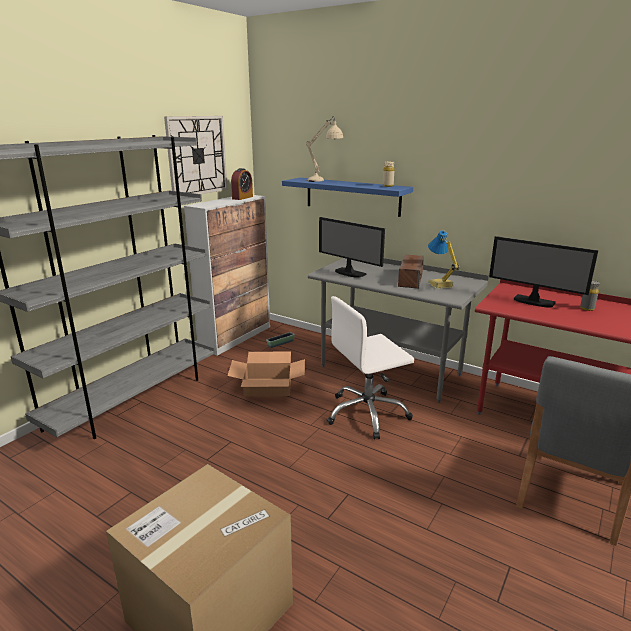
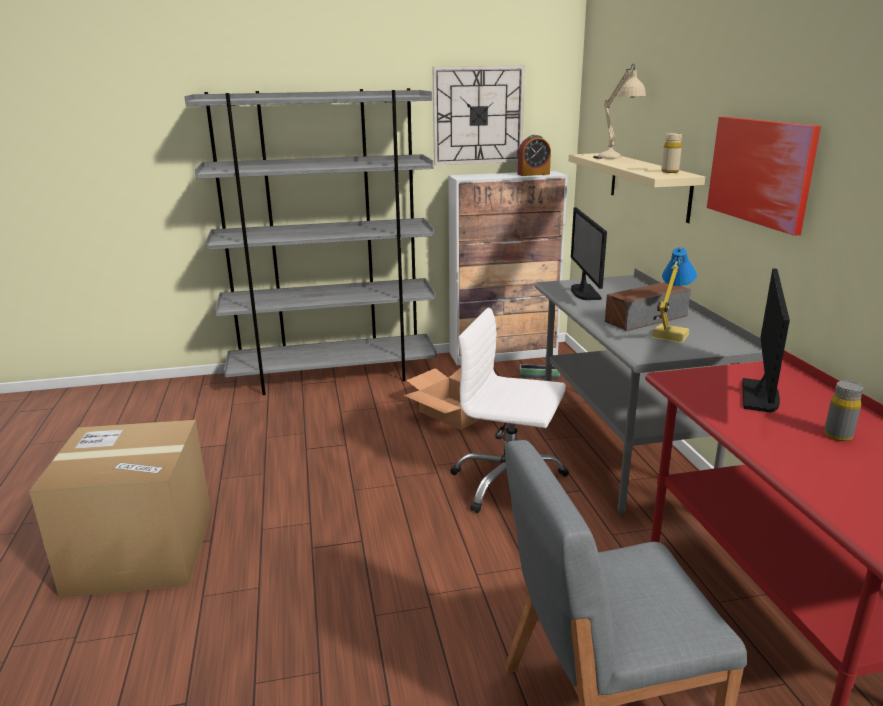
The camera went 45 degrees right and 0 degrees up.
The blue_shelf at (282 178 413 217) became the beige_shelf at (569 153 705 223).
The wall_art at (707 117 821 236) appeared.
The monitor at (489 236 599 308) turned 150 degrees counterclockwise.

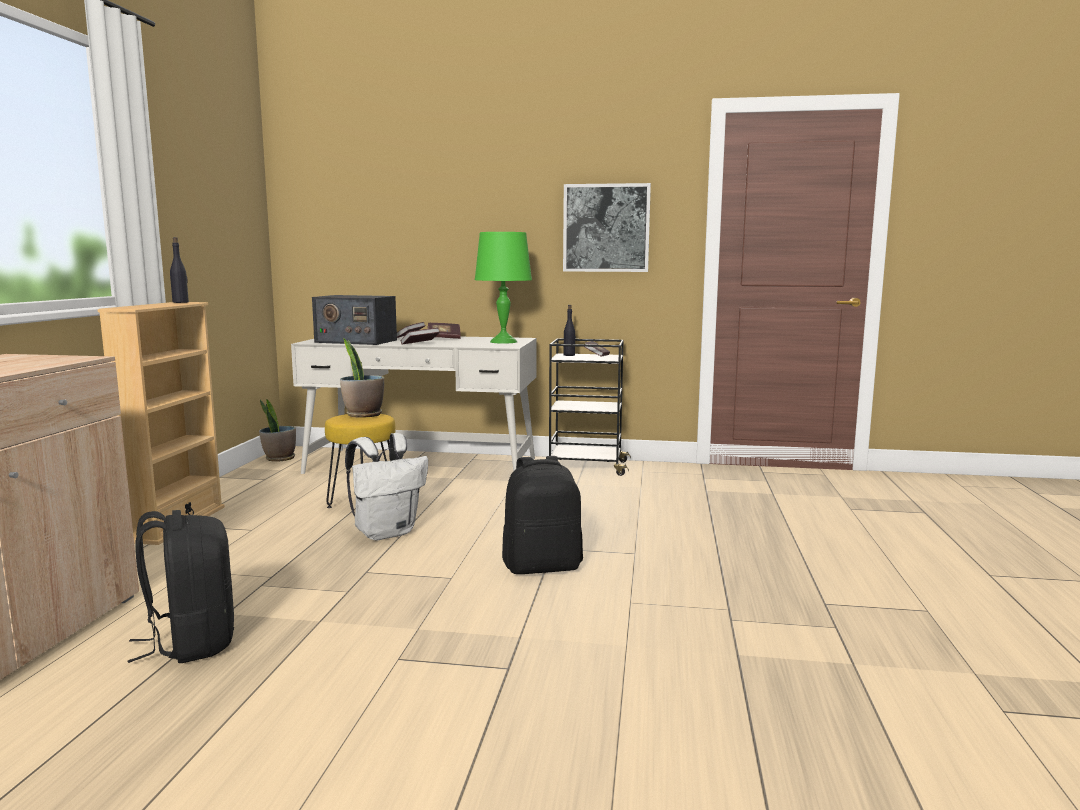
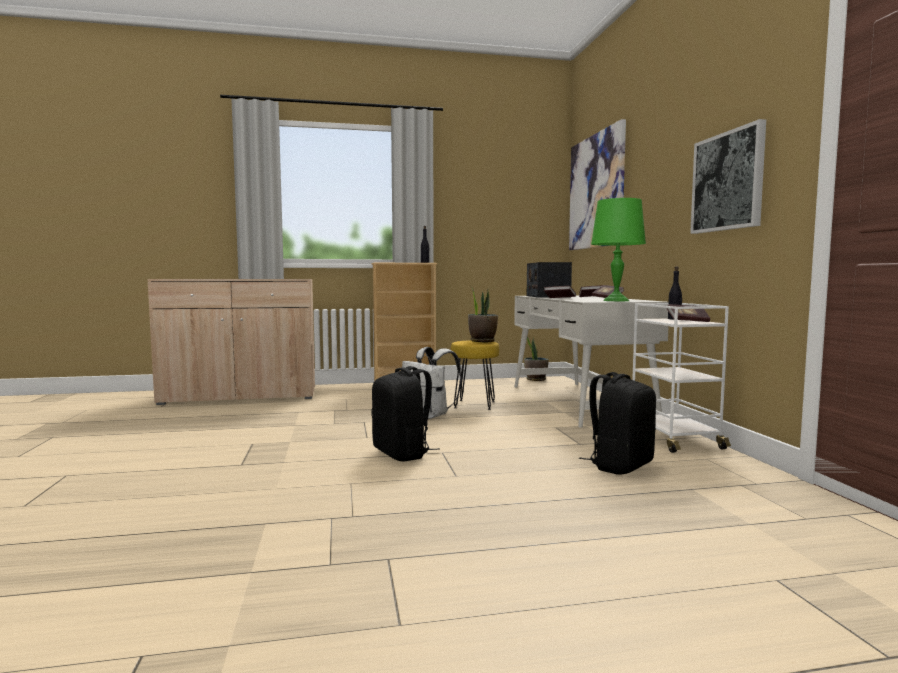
The camera went 70 degrees right and 5 degrees down.
The wall_art at (569 119 626 250) appeared.
The black-coloured_rucksack moved from (127 510 234 663) to (579 372 656 475).
The black-coloured_trolley at (549 338 631 476) became the whitish_trolley at (632 303 731 453).

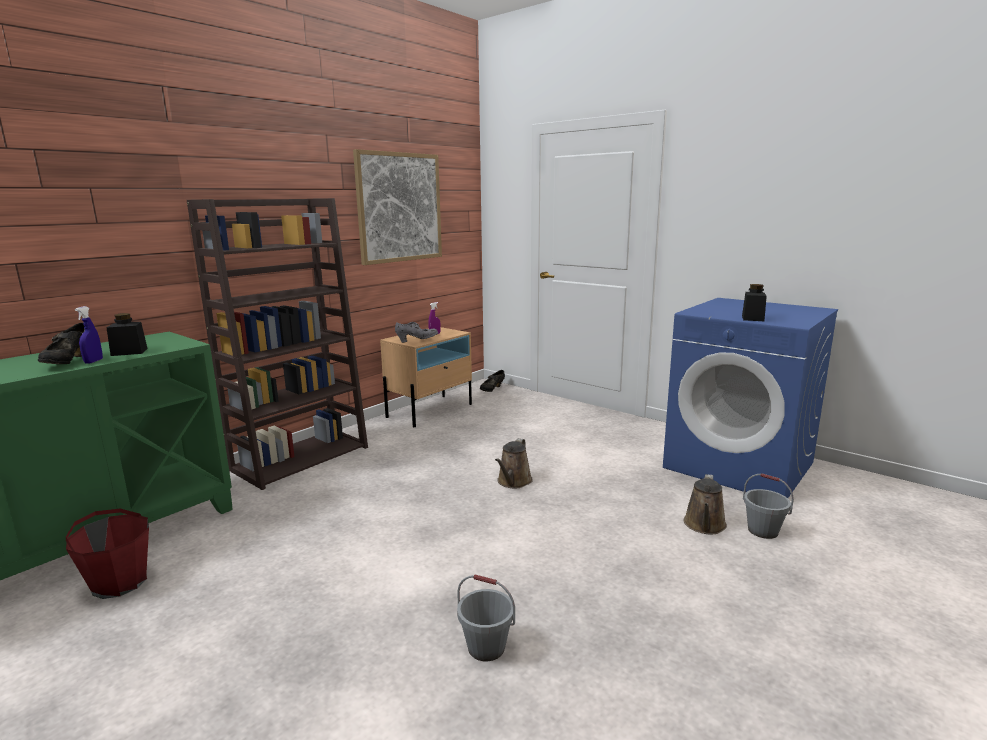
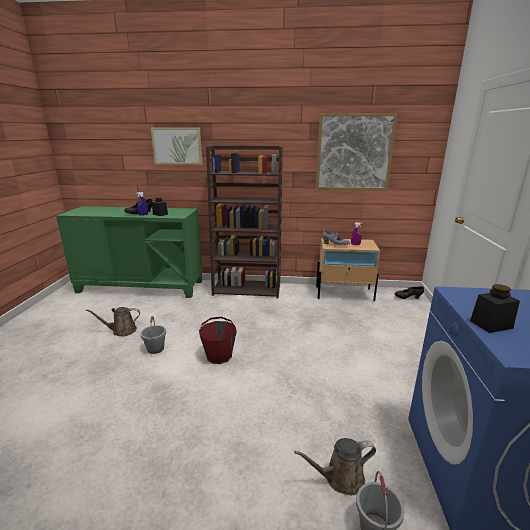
The camera went 55 degrees right and 5 degrees up.
The brownish_watering_pot moved from (495 439 533 488) to (86 307 140 336).
The gray_pail moved from (457 575 515 661) to (141 316 166 354).
The wall_art at (151 127 202 165) appeared.
The red_pail moved from (66 509 149 599) to (199 317 237 364).

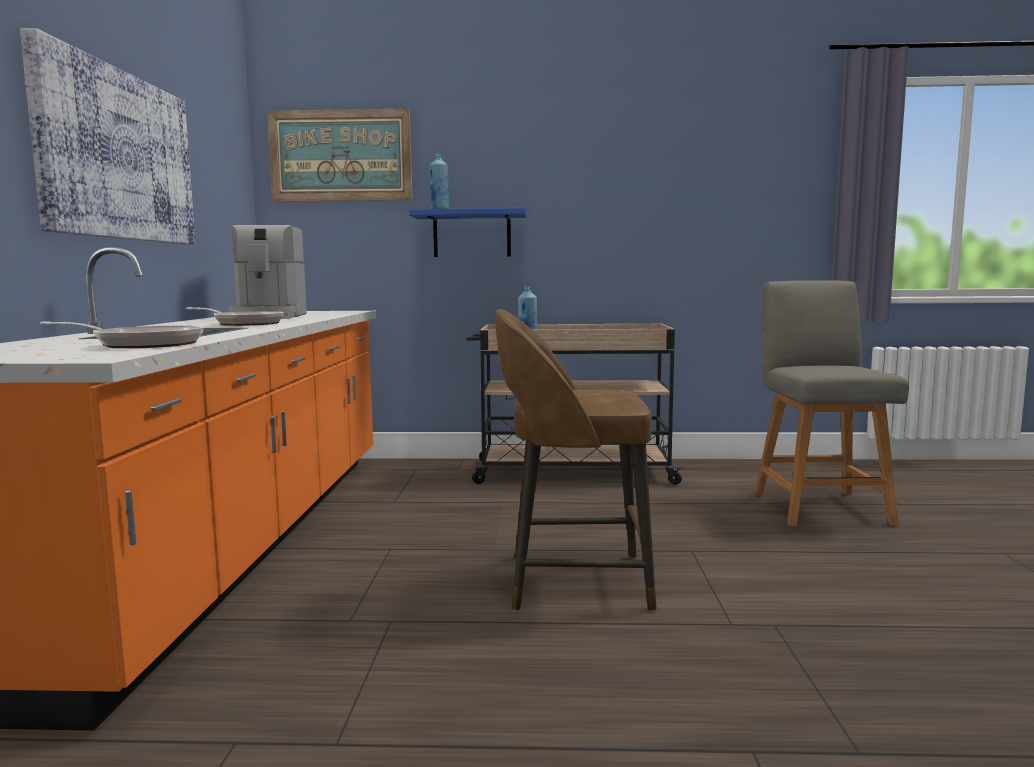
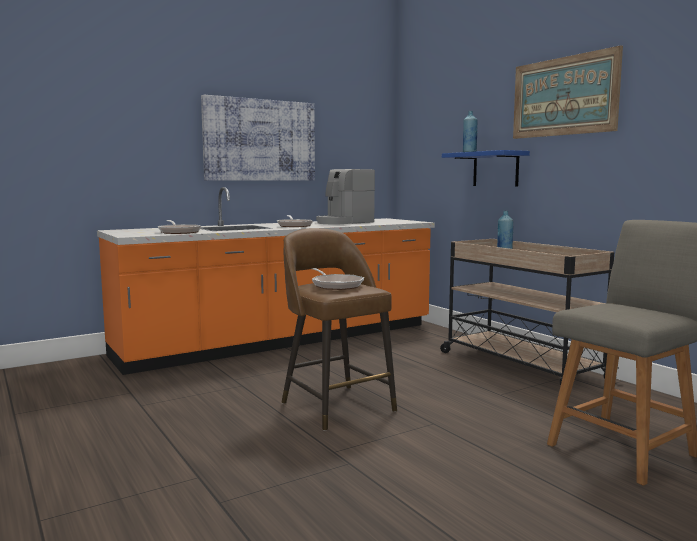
The camera went 55 degrees right and 0 degrees up.
The skillet at (312 268 364 290) appeared.
The wall_art moved from (267 108 412 202) to (513 45 623 139).

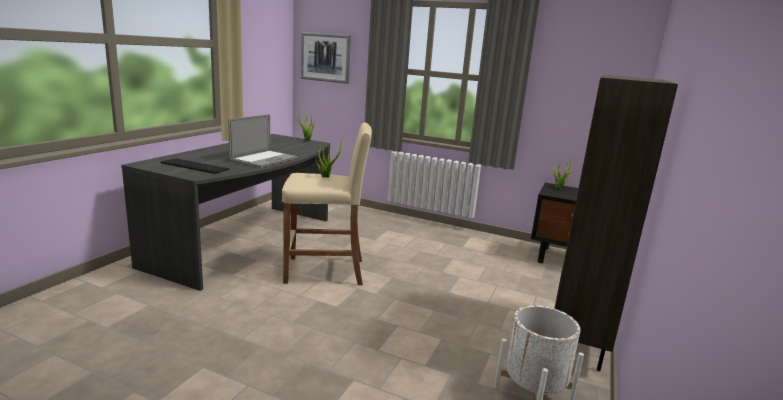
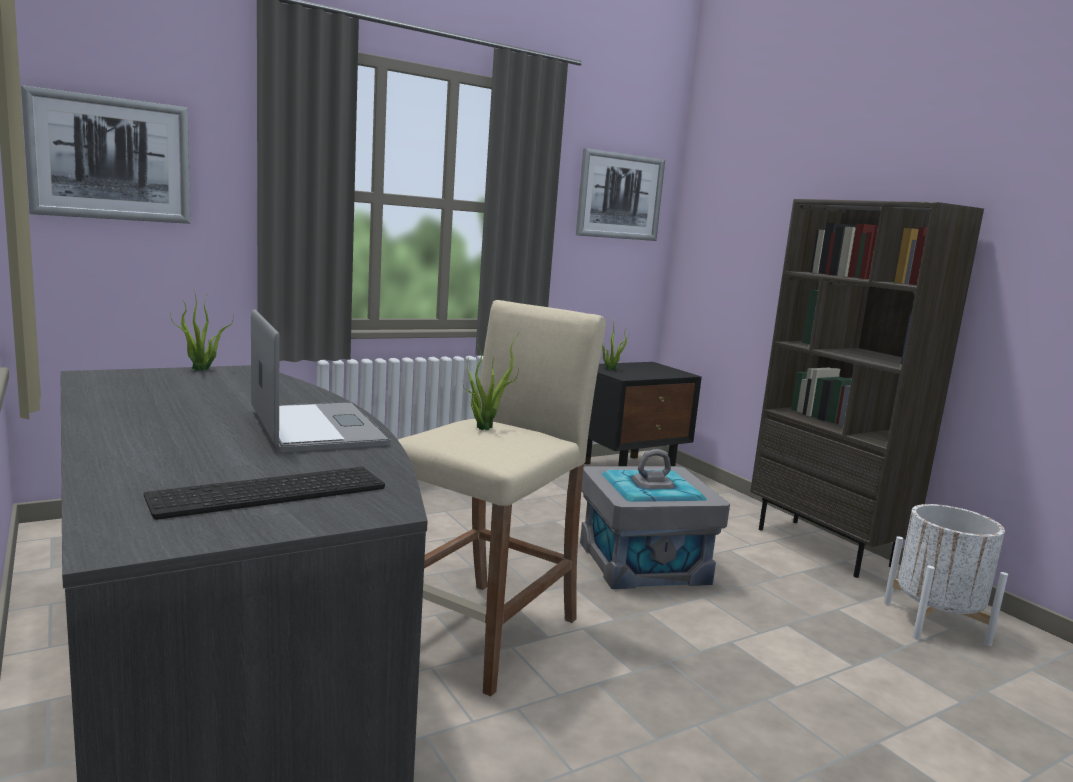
The camera went 55 degrees left and 5 degrees down.
The wall_art at (576 148 665 241) appeared.
The gray_storage_bin at (580 449 730 589) appeared.

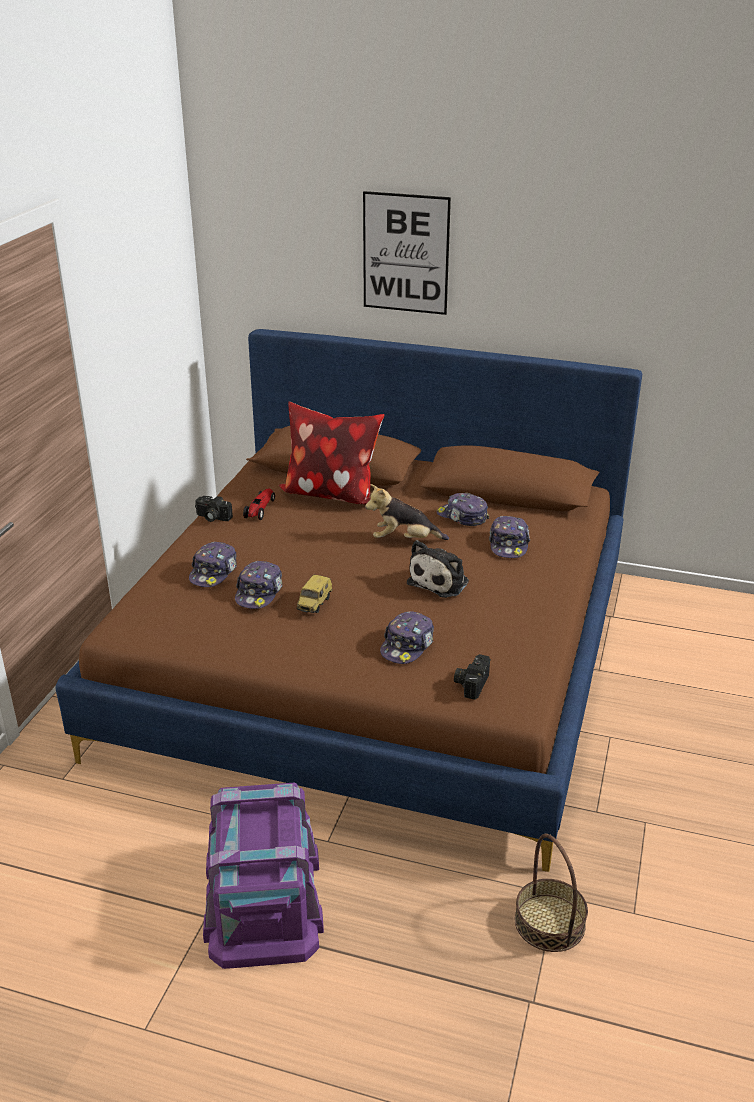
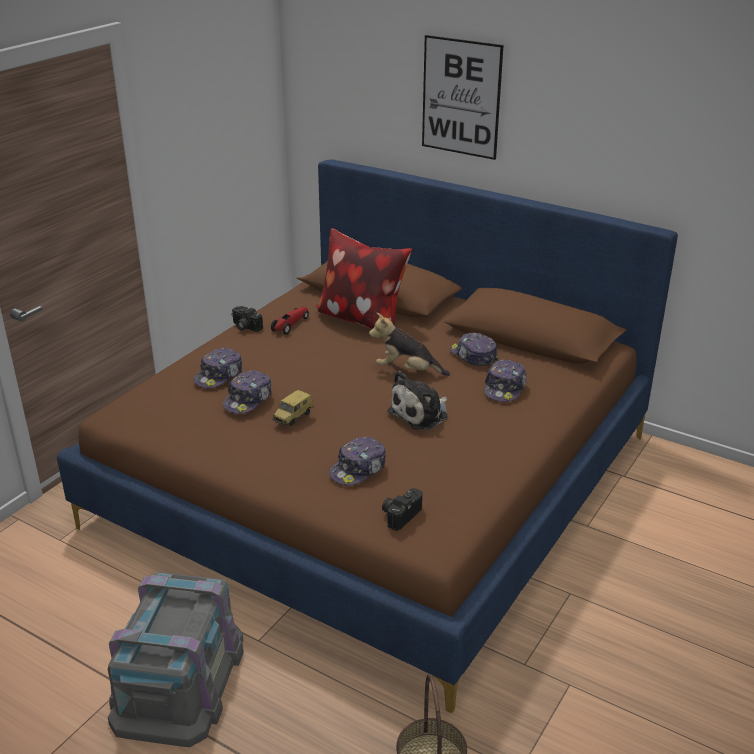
The camera went 15 degrees right and 0 degrees up.
The purplish_storage_bin at (203 783 324 969) became the gray_storage_bin at (108 572 244 747).

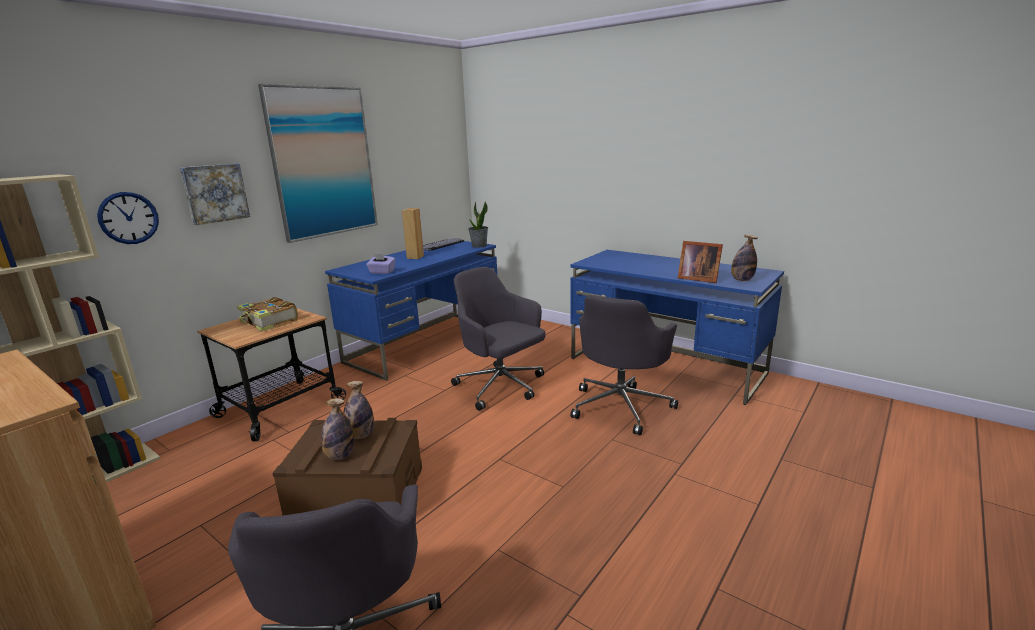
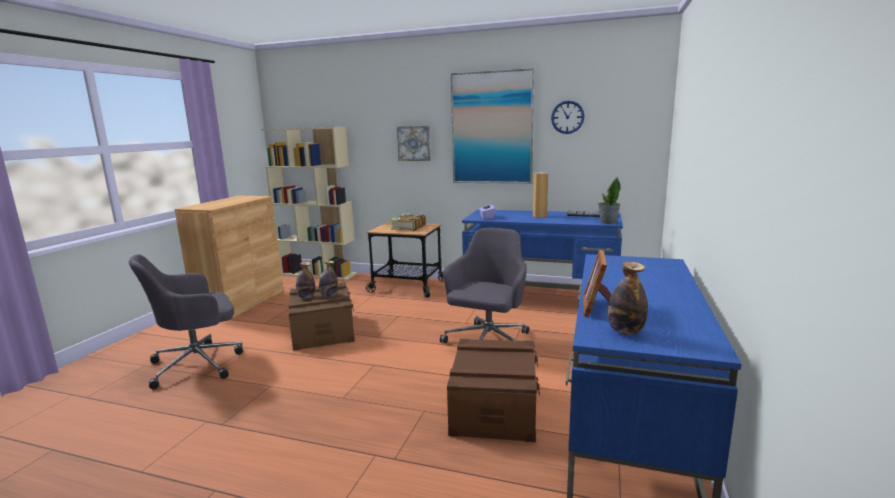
The camera went 70 degrees right and 5 degrees down.
The gray_computer_chair at (570 295 678 435) was replaced by the brownish_storage_bin at (447 339 540 442).
The clock_on_the_wall moved from (97 192 159 244) to (551 101 584 134).

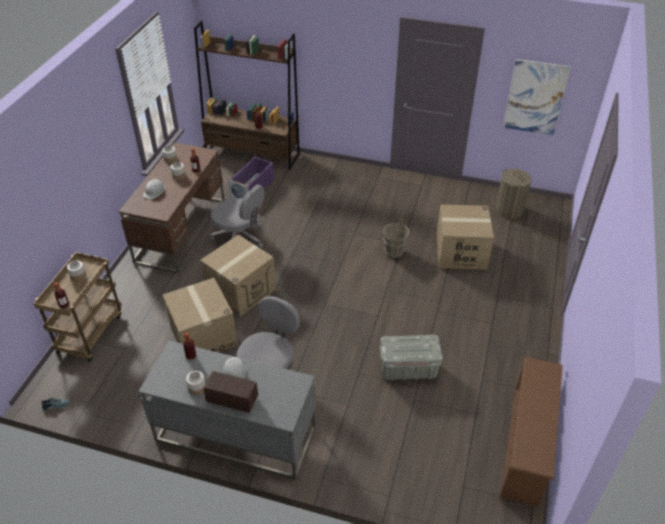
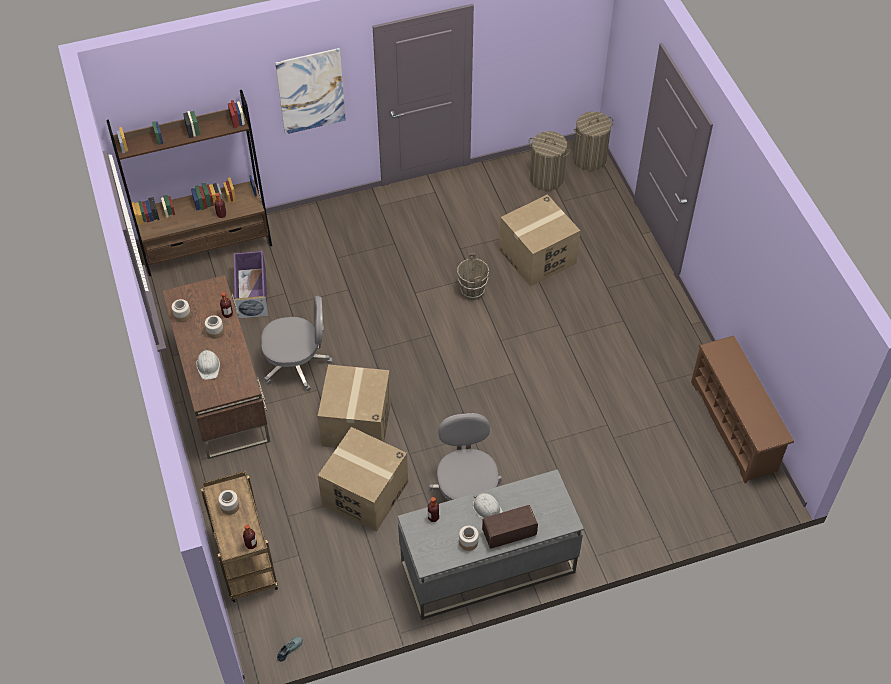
The camera went 35 degrees left and 10 degrees up.
The wall_art moved from (503 59 571 135) to (275 48 346 135).
The laundry_basket at (573 111 613 171) appeared.
The gray_storage_bin at (380 335 443 381) disappeared.

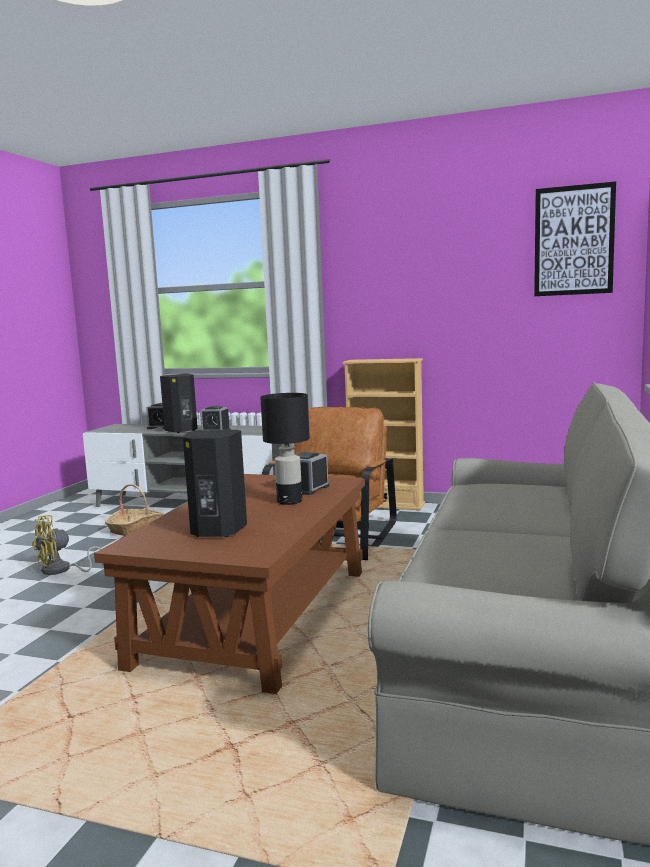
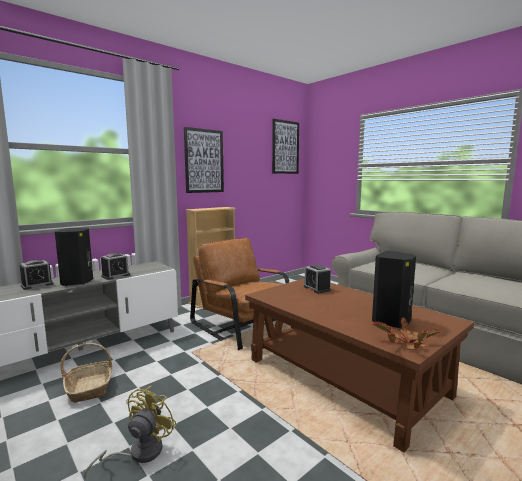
The camera went 60 degrees left and 0 degrees up.
The yellow-coloured_cooling_fan at (32 515 102 575) turned 150 degrees counterclockwise.
The wall_art at (184 127 224 193) appeared.
The houseplant at (372 317 440 350) appeared.
The black-coloured_lamp_for_a_table at (260 393 310 505) disappeared.

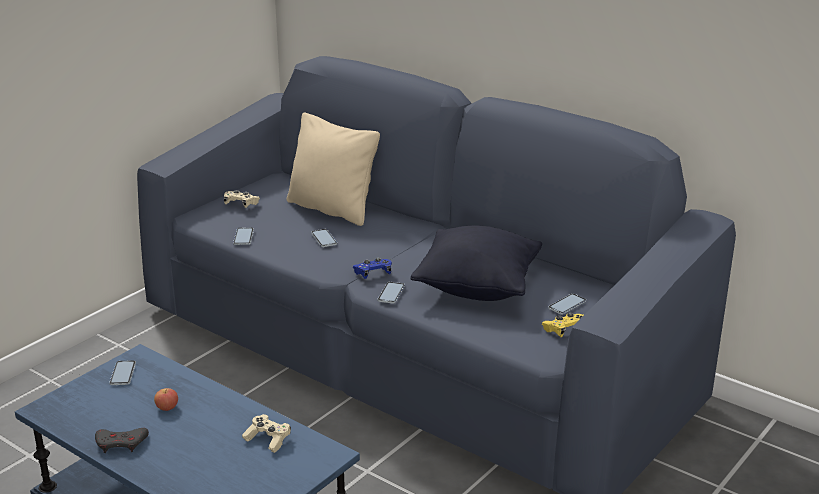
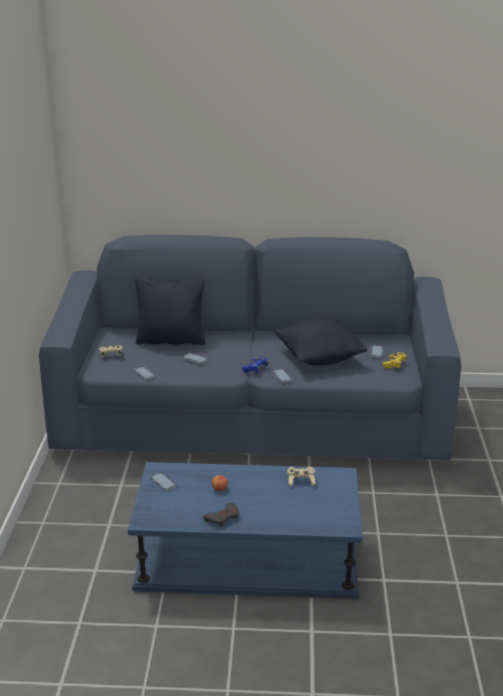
The camera went 35 degrees left and 0 degrees up.
The beige_throw_pillow at (287 113 380 226) became the black-coloured_throw_pillow at (135 278 205 345).

